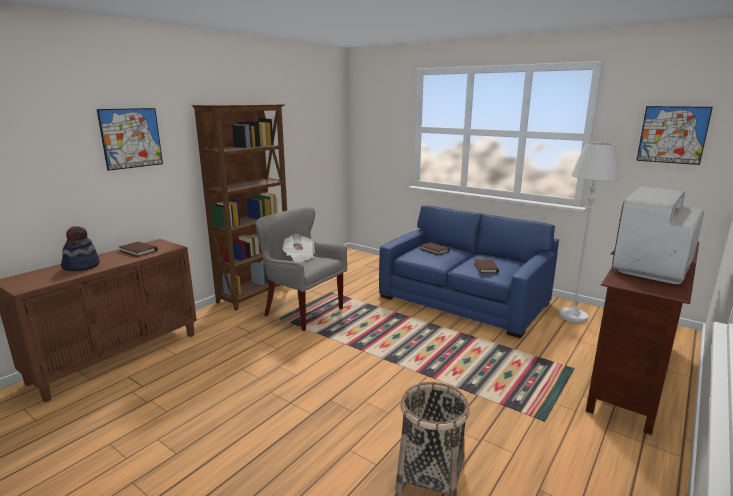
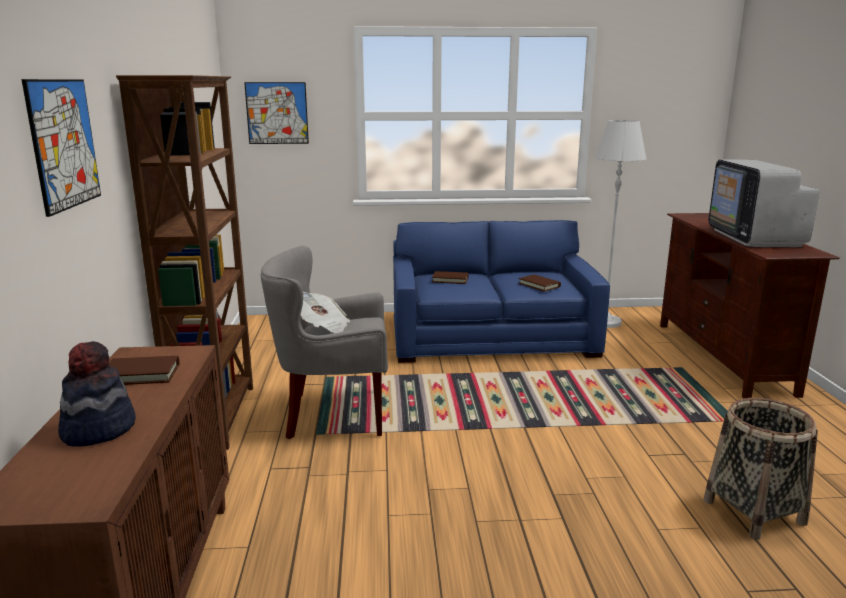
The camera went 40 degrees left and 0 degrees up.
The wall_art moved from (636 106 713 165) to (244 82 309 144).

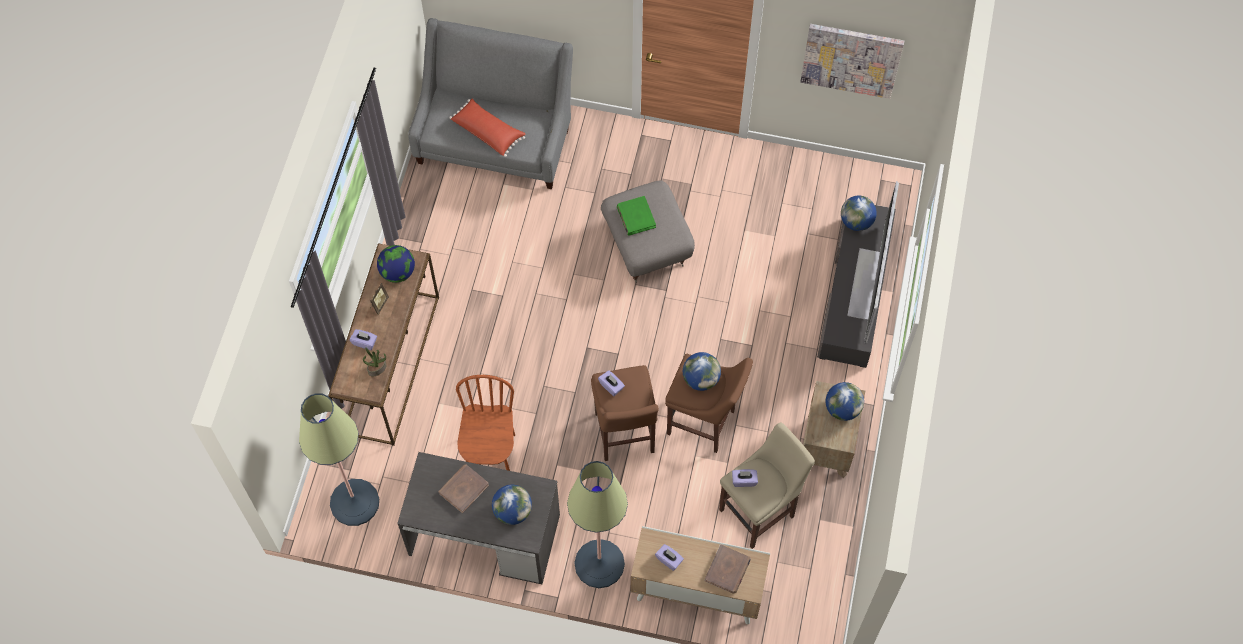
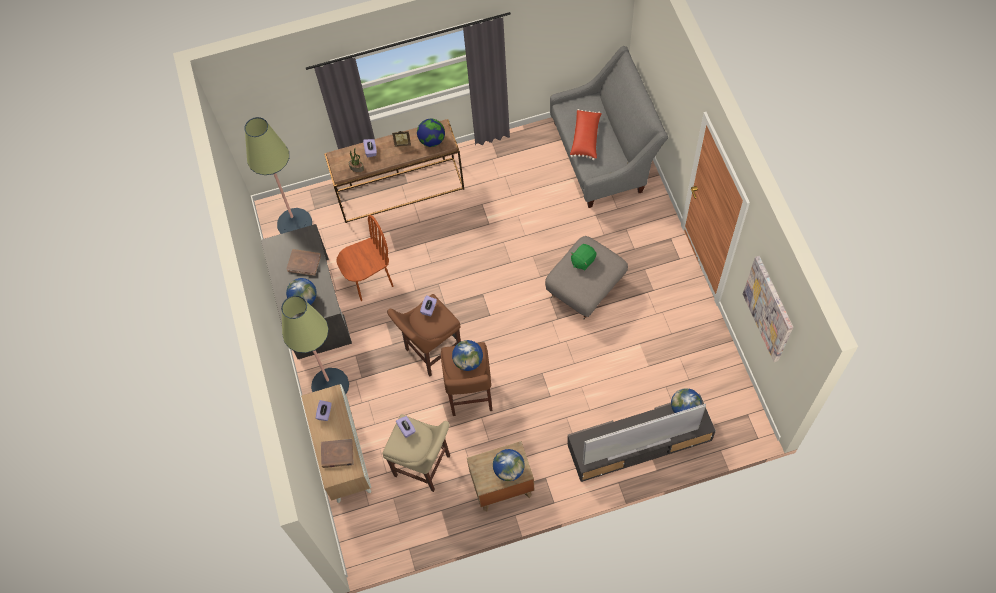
The camera went 65 degrees right and 0 degrees up.
The green_book at (617 196 656 236) was replaced by the green_plush_toy at (571 244 597 271).

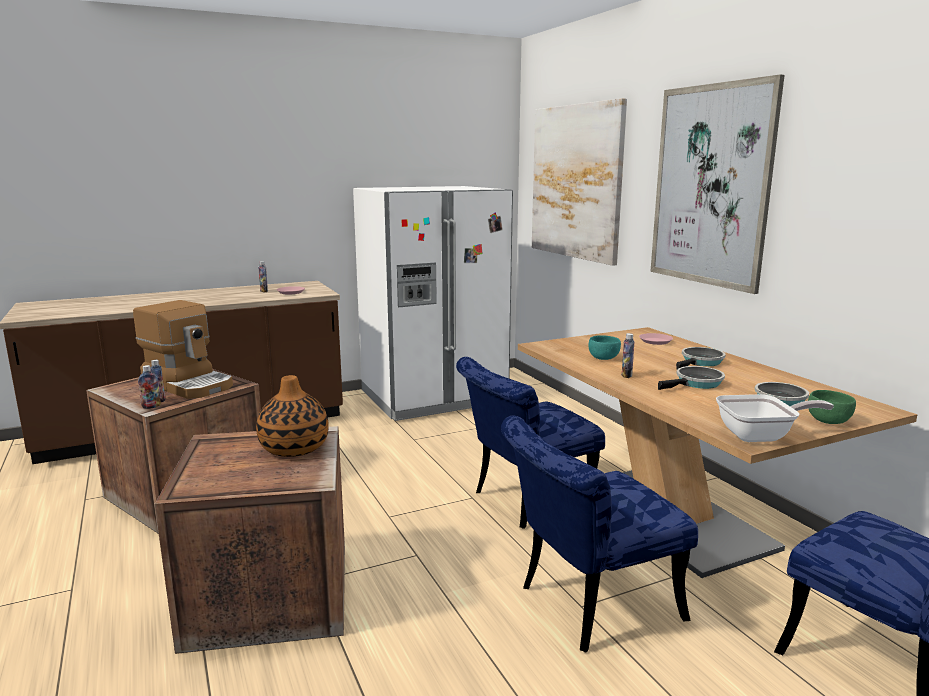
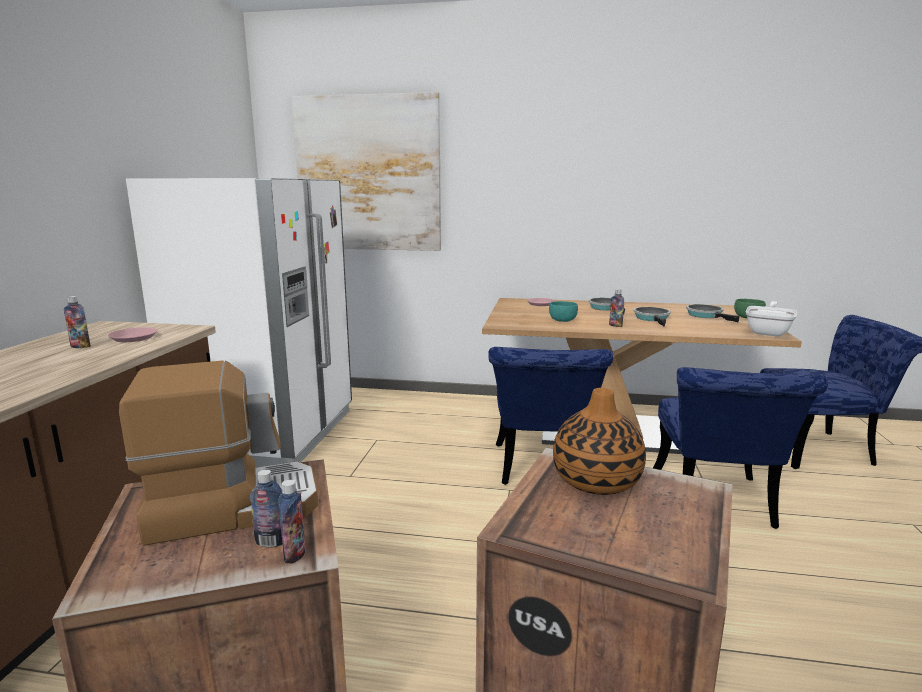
The camera went 55 degrees left and 0 degrees up.
The wall_art at (650 74 785 294) disappeared.

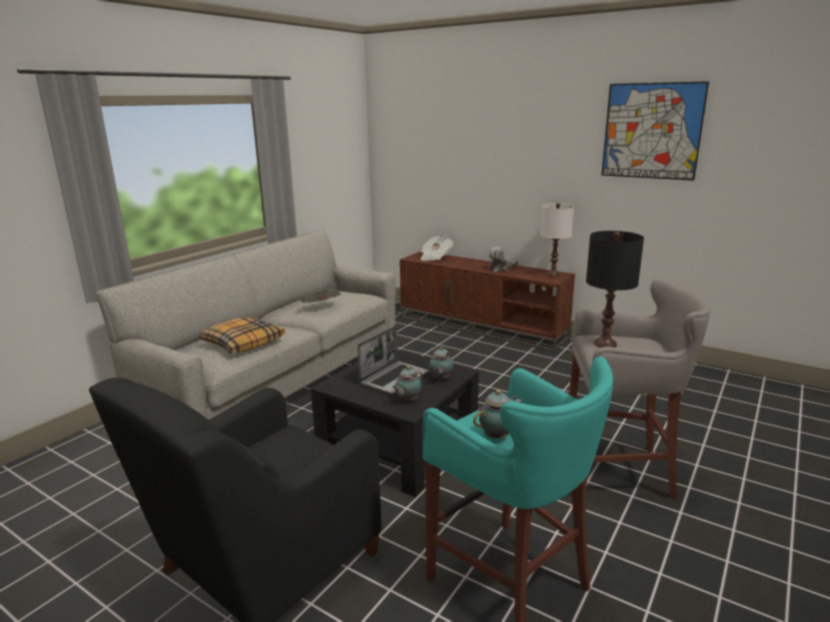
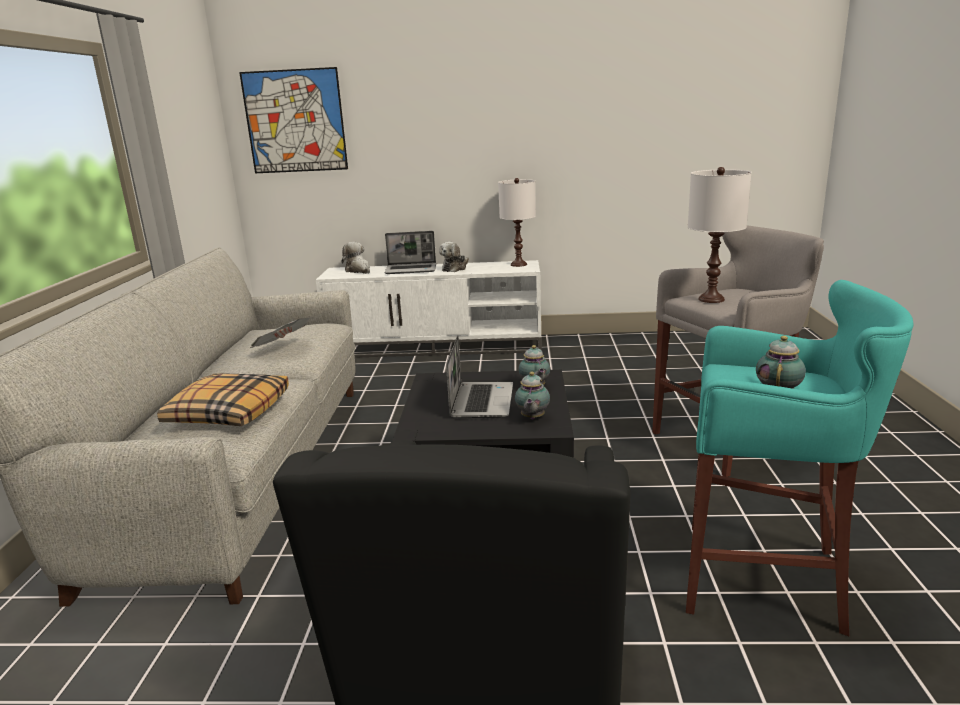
The camera went 30 degrees left and 0 degrees up.
The wall_art moved from (602 81 709 181) to (239 67 348 173).
The brownish_tv_stand at (400 251 575 352) became the whitish_tv_stand at (316 260 542 358).
The newspaper at (421 235 453 261) was replaced by the plush_toy at (341 242 370 274).
The laptop at (384 231 436 274) appeared.
The black-coloured_lamp_for_a_table at (586 231 644 348) became the whitish_lamp_for_a_table at (688 167 752 303).

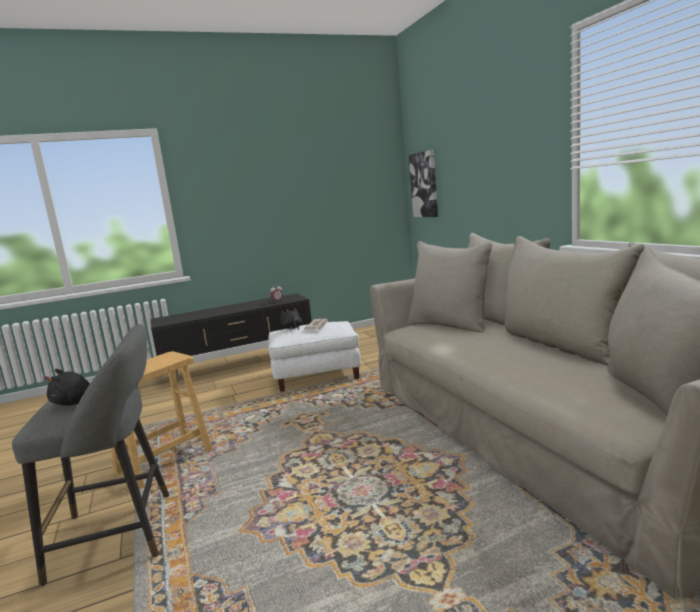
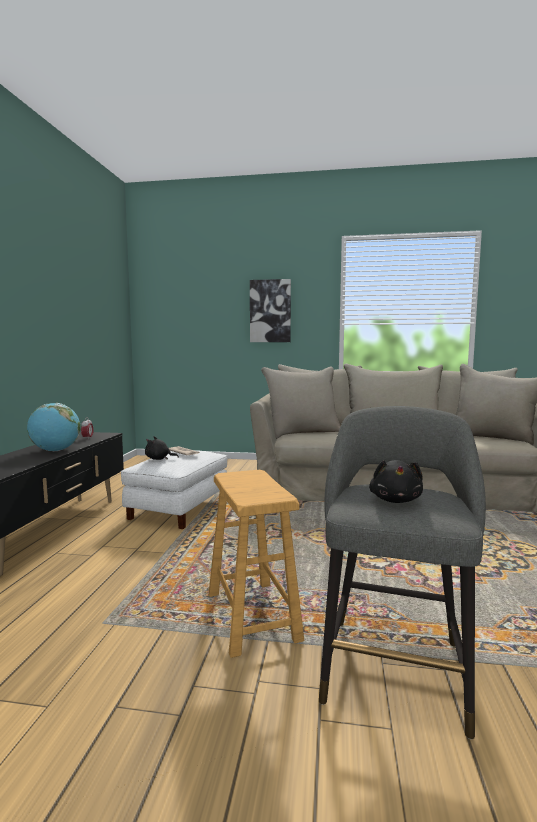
The camera went 60 degrees left and 5 degrees down.
The desk_globe at (27 403 81 451) appeared.
The wall_art moved from (409 150 438 217) to (250 279 291 342).

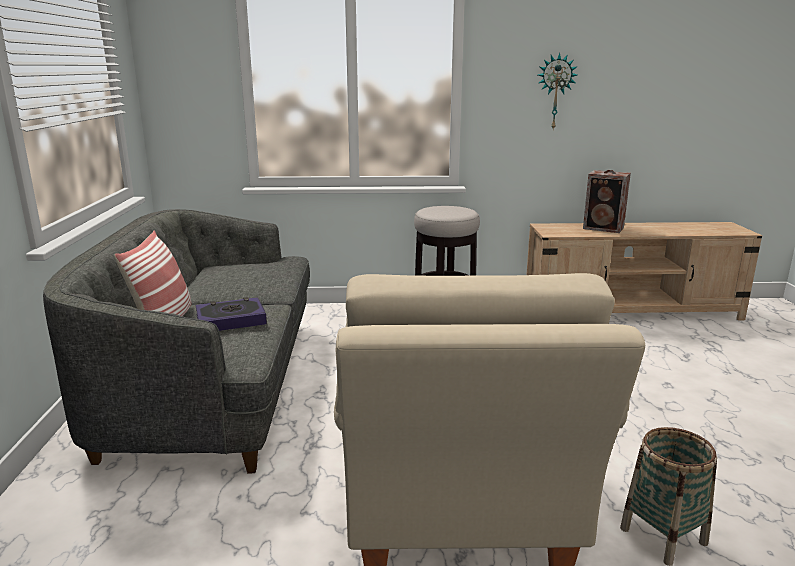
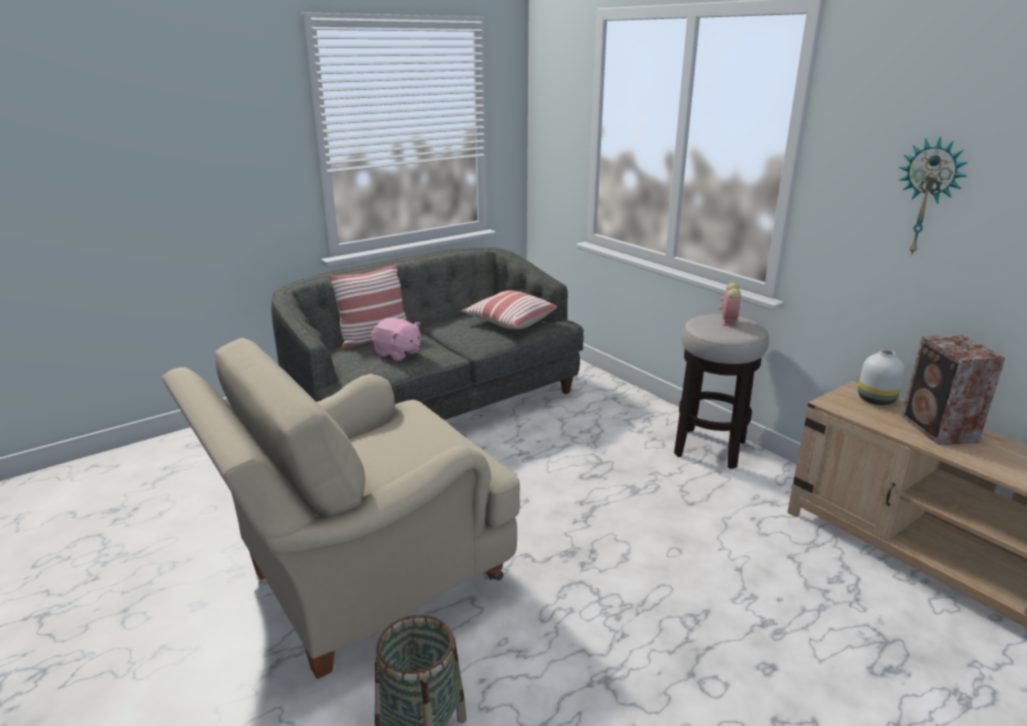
The camera went 55 degrees right and 5 degrees up.
The book at (195 297 267 331) was replaced by the pink_plush_toy at (371 318 421 361).
The throw_pillow at (462 290 557 329) appeared.
The alarm_clock at (720 283 741 327) appeared.
The whitish_decorative_vase at (858 349 905 405) appeared.

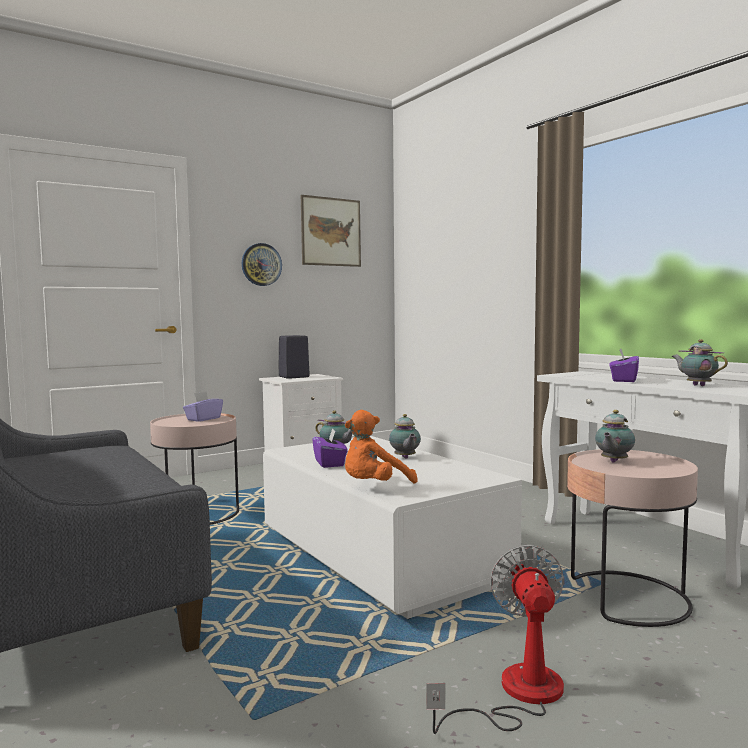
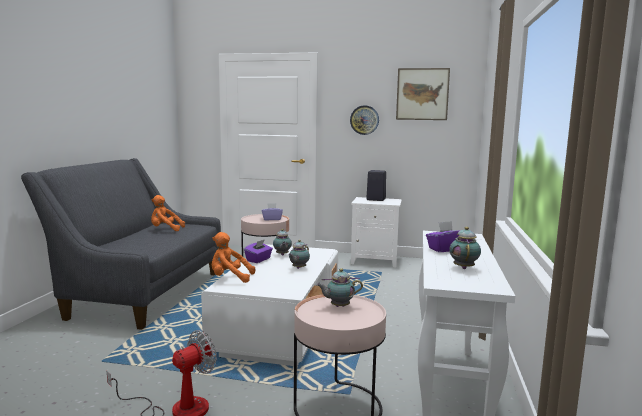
The camera went 45 degrees right and 5 degrees up.
The orangey_plush_toy at (151 195 185 231) appeared.

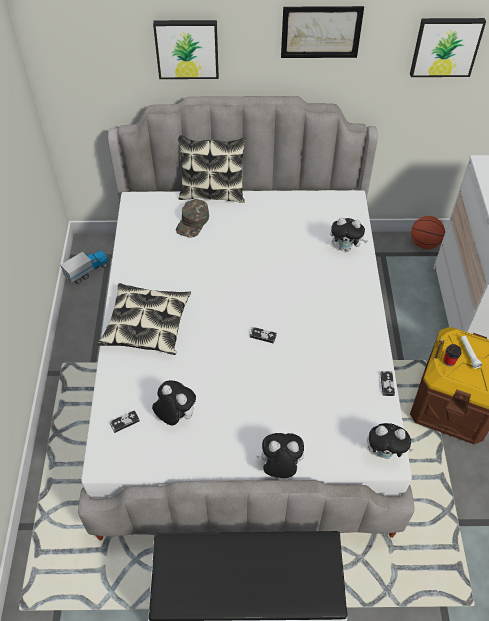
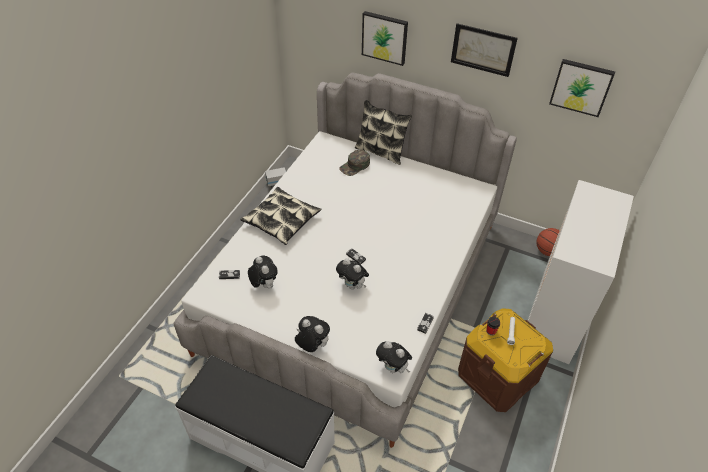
The camera went 25 degrees right and 5 degrees down.
The plush_toy moved from (330 217 367 252) to (336 258 369 290).

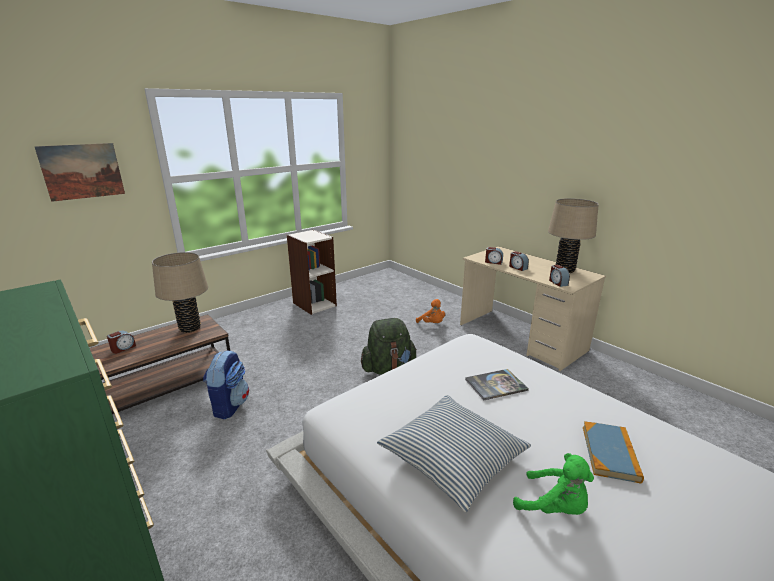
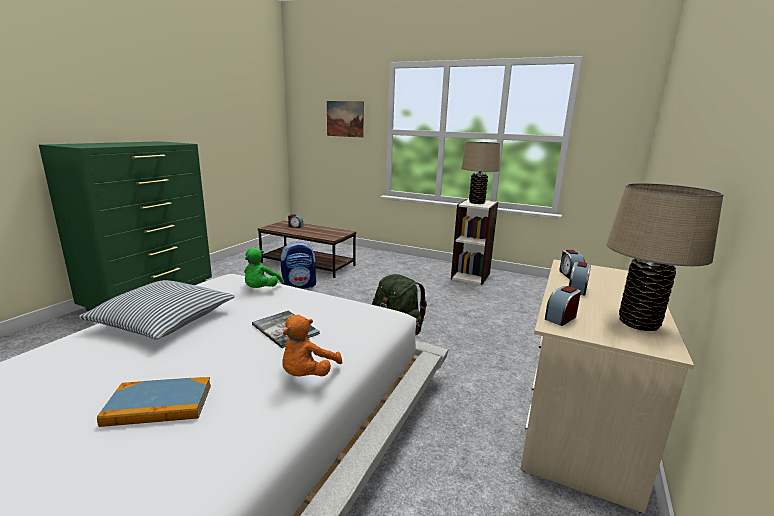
The camera went 65 degrees right and 5 degrees down.
The green_plush_toy moved from (513 453 594 515) to (244 248 284 288).
The orangey_plush_toy moved from (416 299 445 323) to (282 315 342 377).
The beige_lamp_for_a_table moved from (152 252 208 333) to (461 142 500 204).

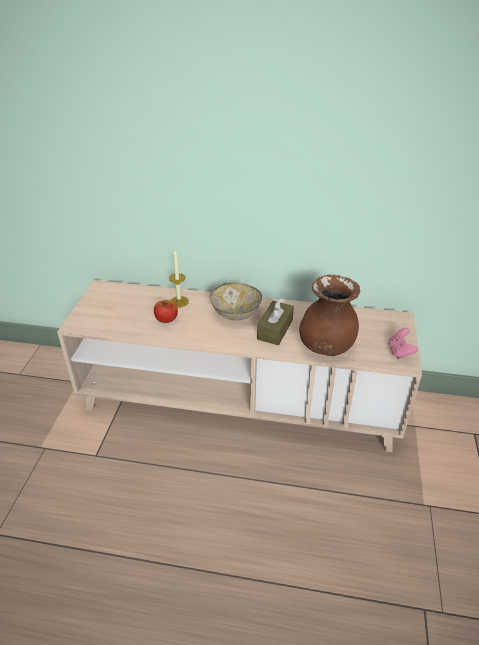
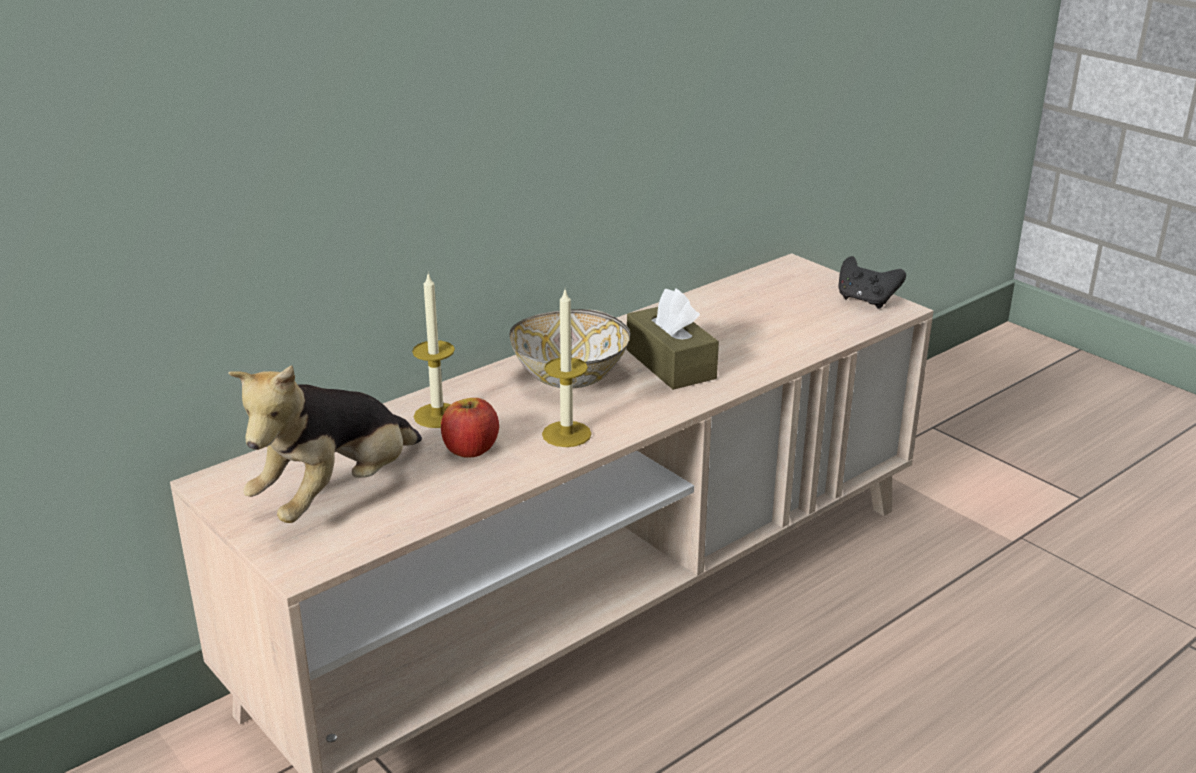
The camera went 50 degrees left and 10 degrees down.
The plush_toy at (228 365 422 523) appeared.
The wax_light at (542 290 592 447) appeared.
The pink_game_controller at (388 328 418 359) became the black-coloured_game_controller at (838 256 906 309).
The brownish_decorative_vase at (299 275 360 356) disappeared.

